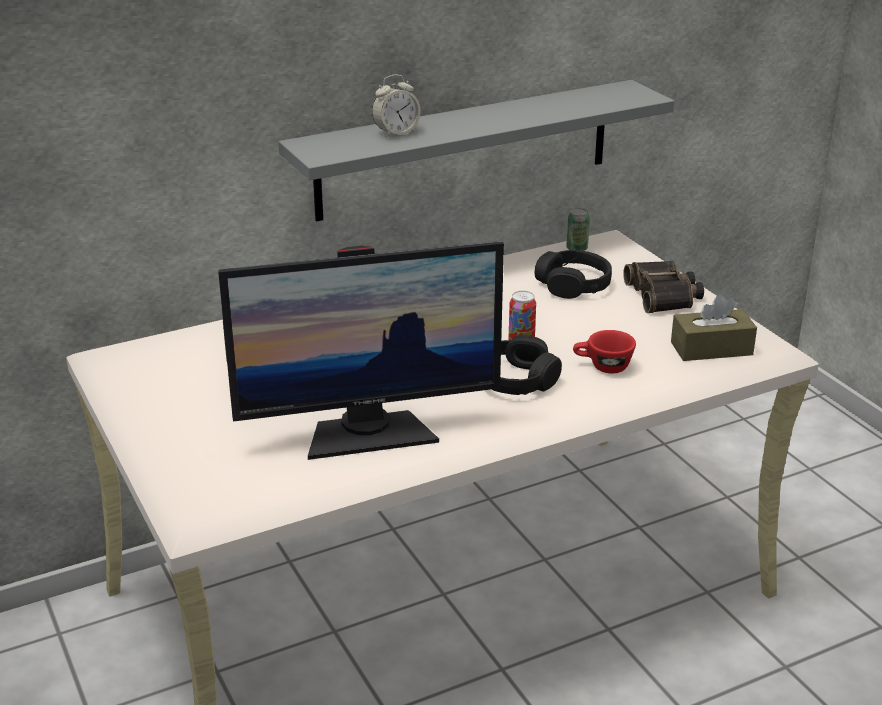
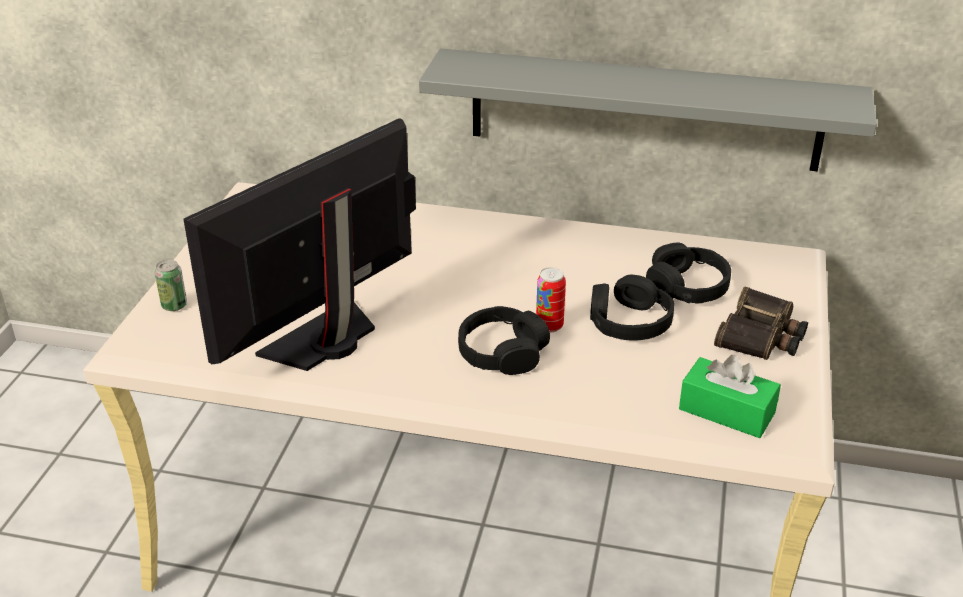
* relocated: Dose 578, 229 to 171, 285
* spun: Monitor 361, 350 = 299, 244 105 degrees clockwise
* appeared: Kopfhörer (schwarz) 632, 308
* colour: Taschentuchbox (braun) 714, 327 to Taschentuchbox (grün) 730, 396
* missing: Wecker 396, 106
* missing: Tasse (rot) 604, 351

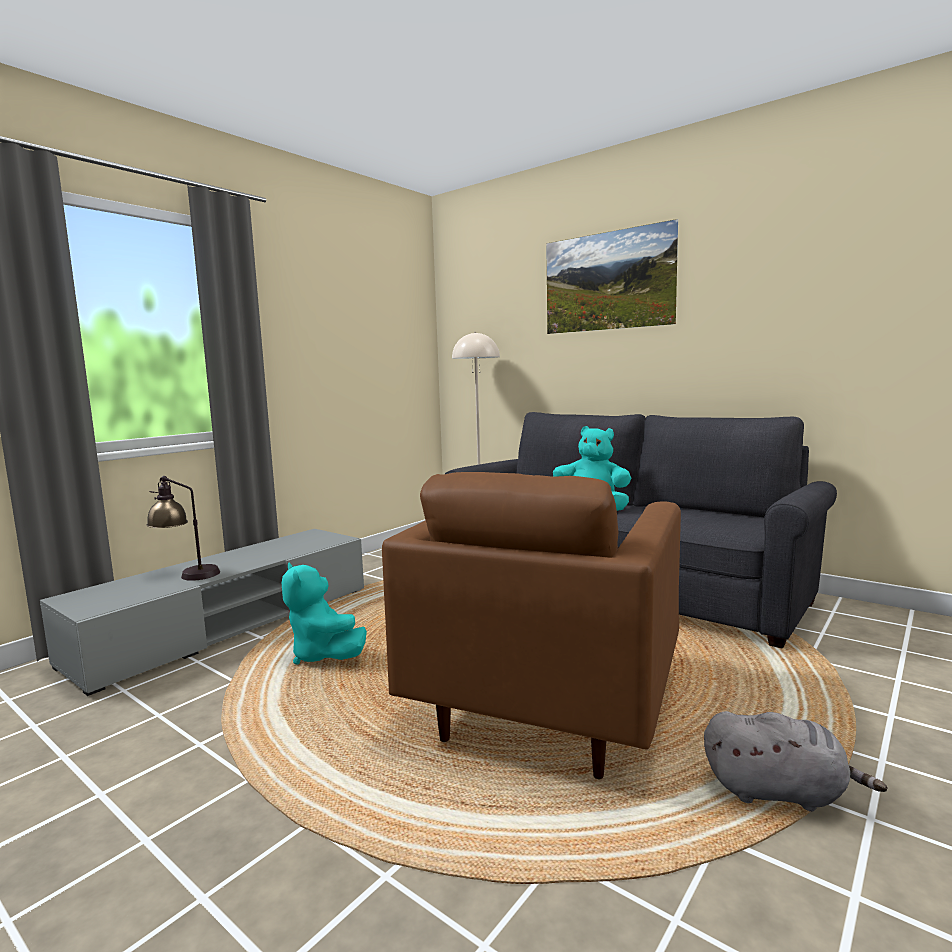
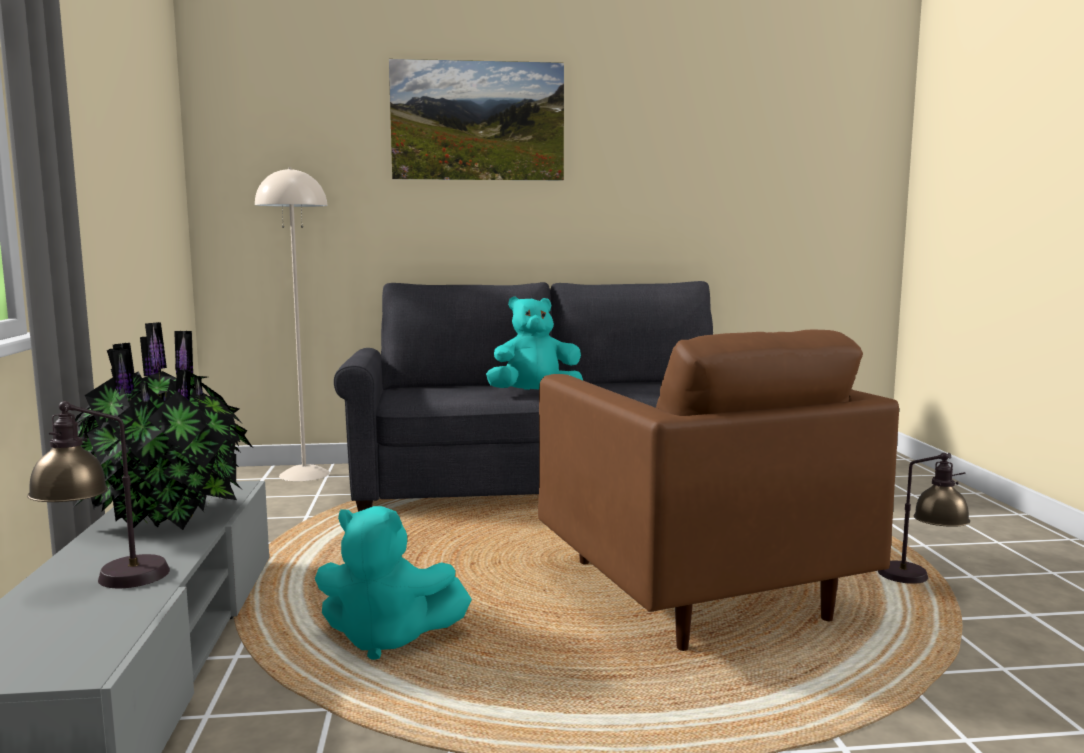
* appeared: Topfpflanze 163, 426
* exchanged: Plüschtier (grau) 796, 761 to Tischlampe 924, 518

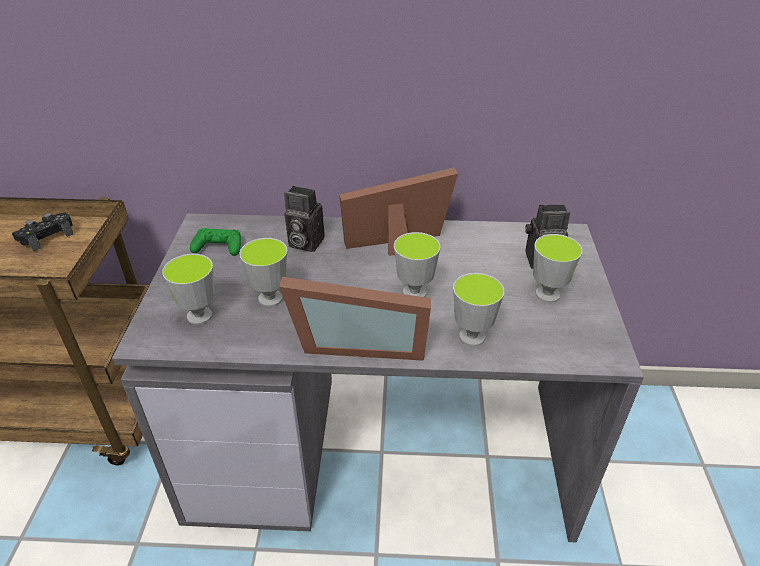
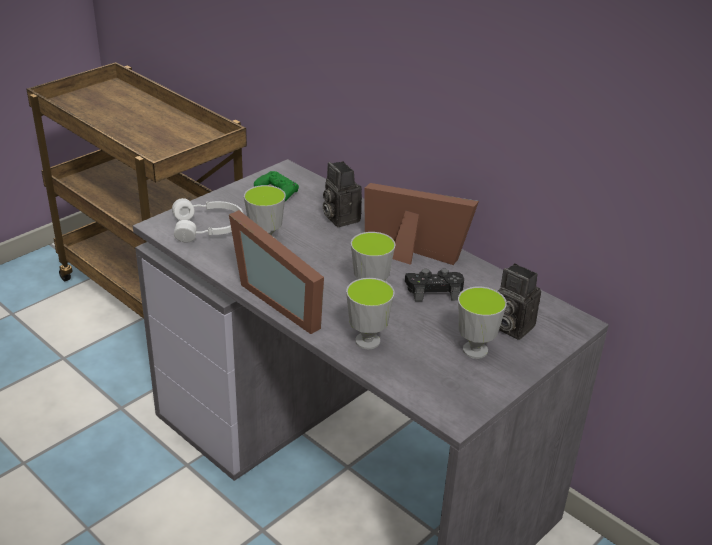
* exchanged: Tasse 188, 289 to Kopfhörer (weiß) 208, 220
* relocated: Gamepad (schwarz) 42, 231 to 434, 285

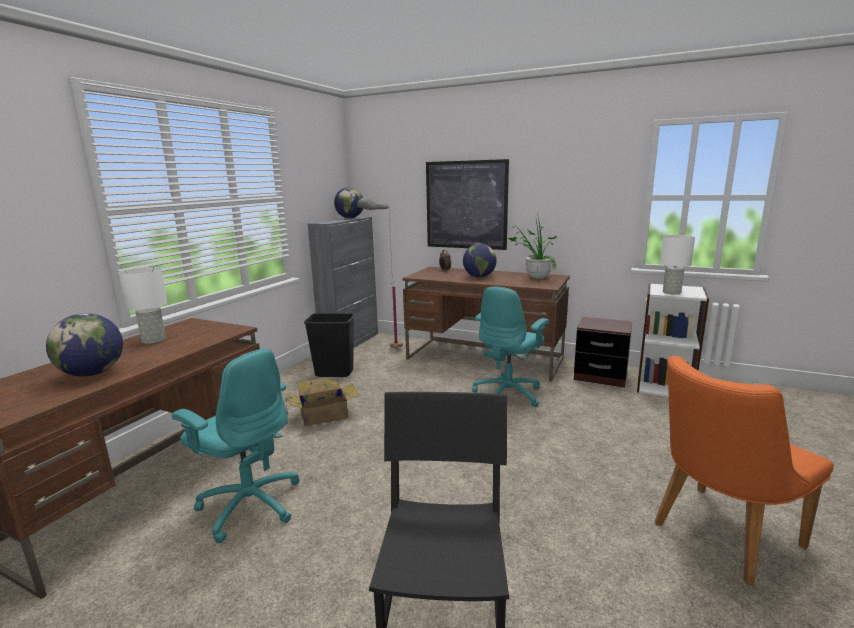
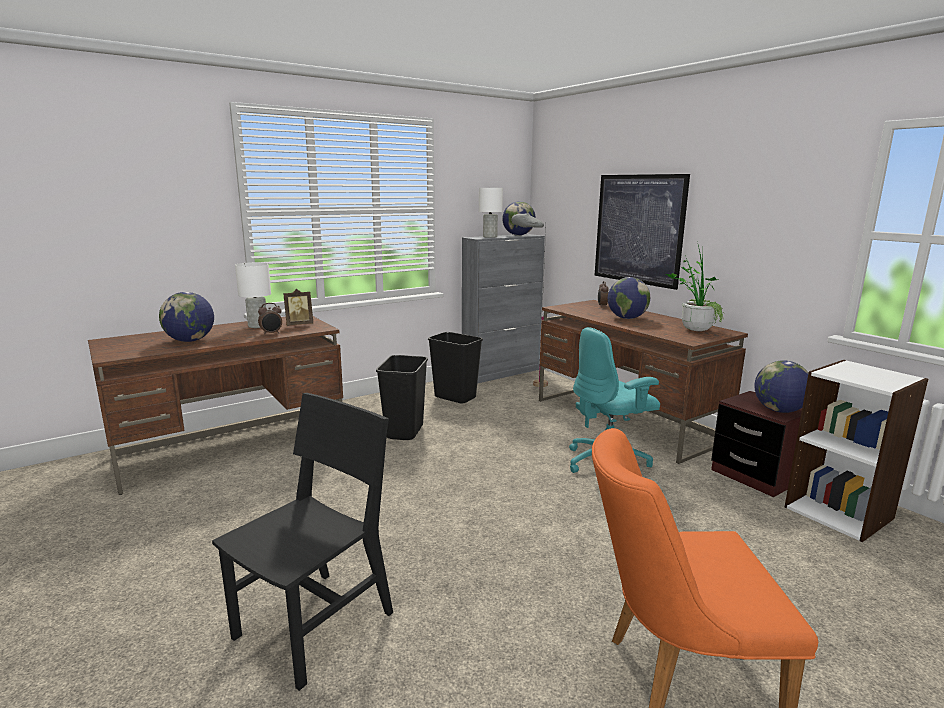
* appeared: Wecker 270, 319
* appeared: Bilderrahmen 298, 307
* exchanged: Karton 322, 402 to Mülleimer (schwarz) 402, 397
* relocated: Tischlampe (weiß) 677, 265 to 491, 213
* appeared: Globus 781, 386
* missing: Bürostuhl (türkis) 235, 446

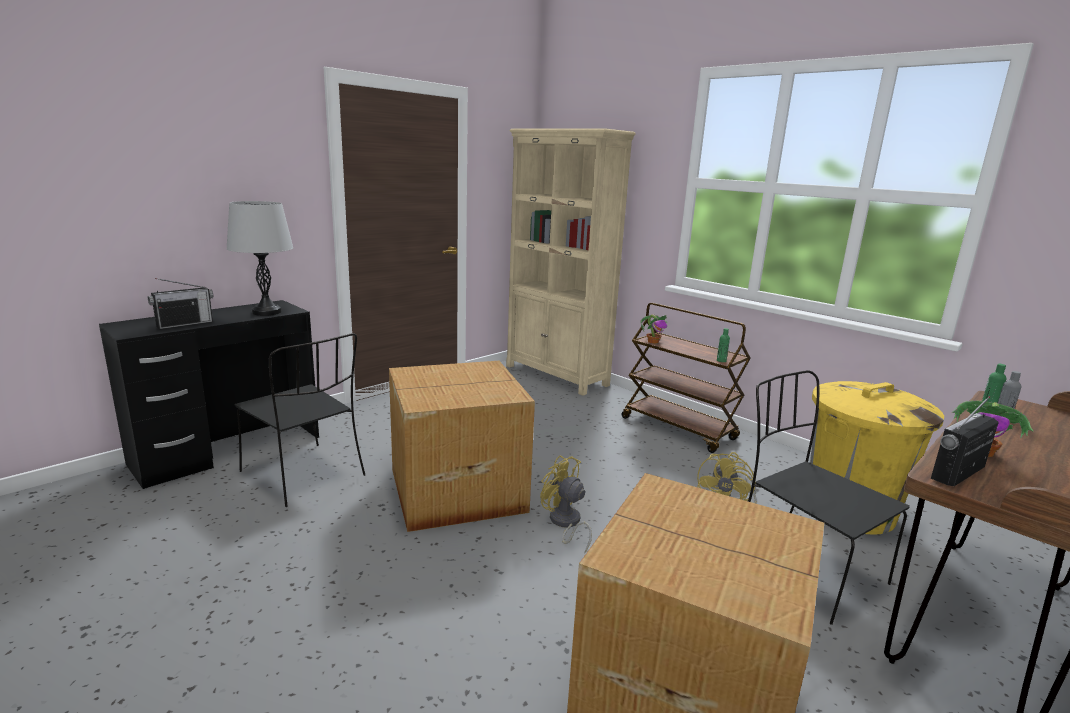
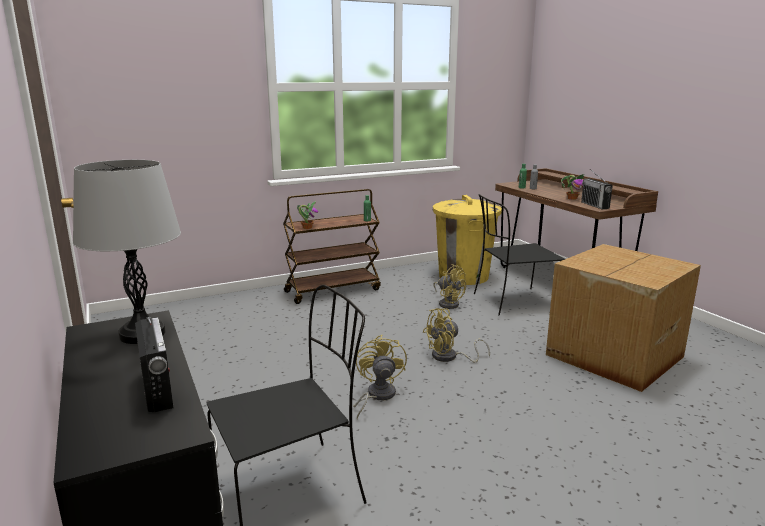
* exchanged: Karton 462, 446 to Ventilator (gelb) 380, 377
* missing: Bücherregal (beige) 571, 262

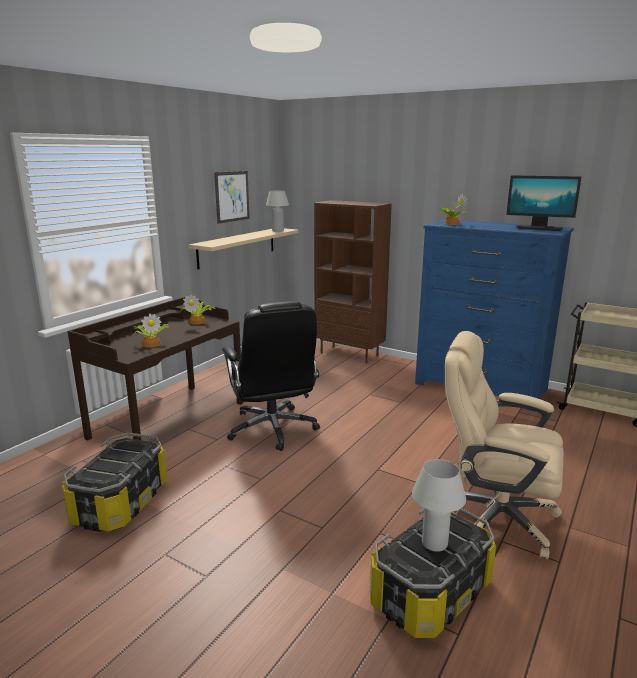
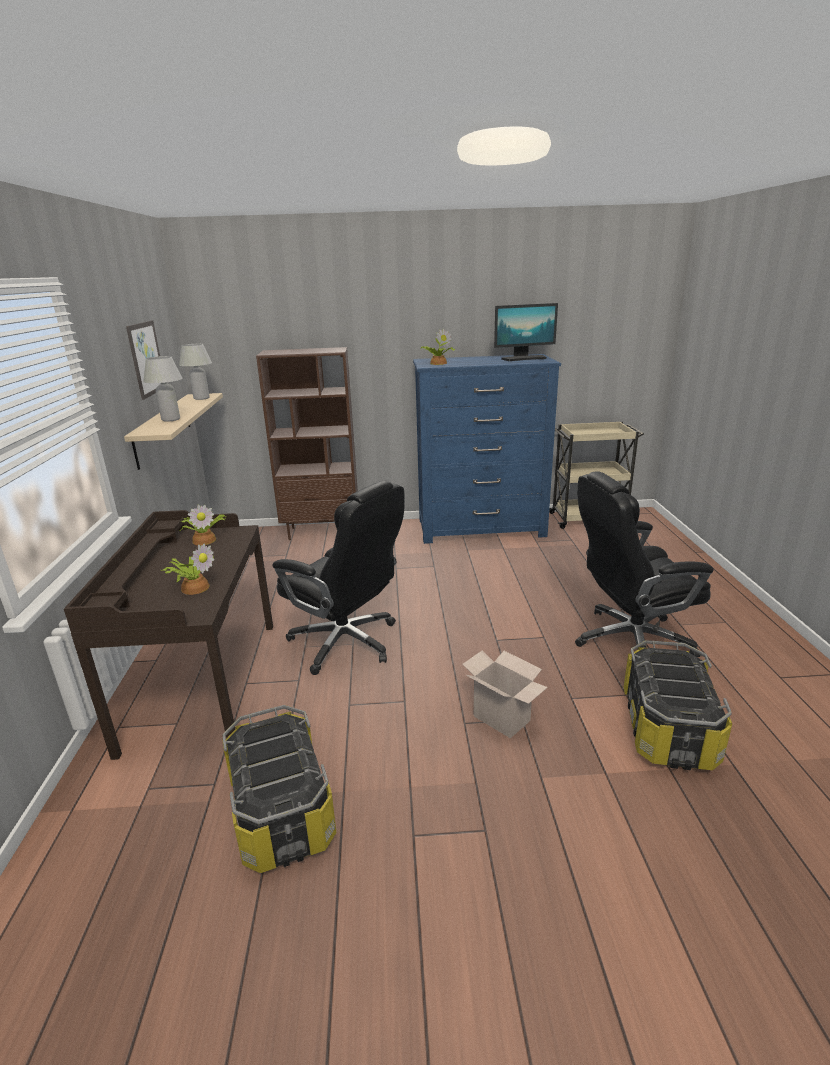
* relocated: Tischlampe (weiß) 439, 505 to 162, 389
* appeared: Karton 505, 694
* colour: Bürostuhl (beige) 504, 445 to Bürostuhl (schwarz) 644, 564

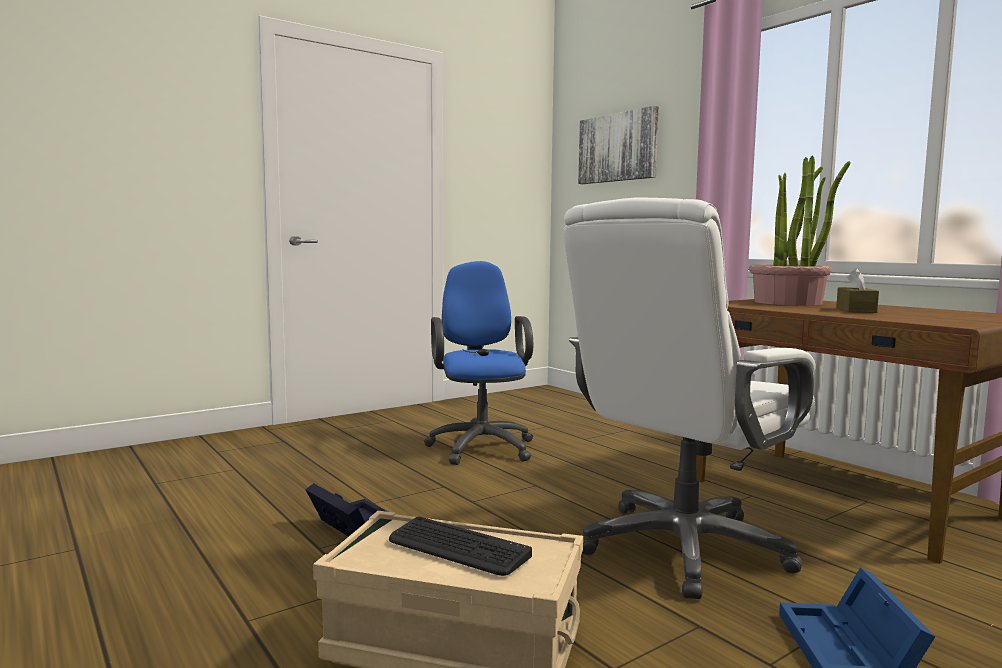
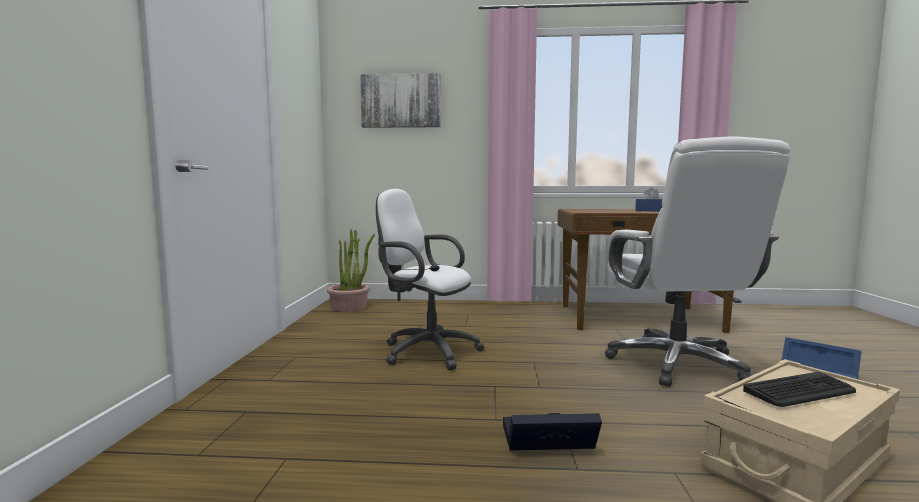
* relocated: Topfpflanze 800, 231 to 351, 271
* colour: Bürostuhl (blau) 478, 363 to Bürostuhl (weiß) 430, 279
* colour: Taschentuchbox (braun) 857, 290 to Taschentuchbox (blau) 648, 199

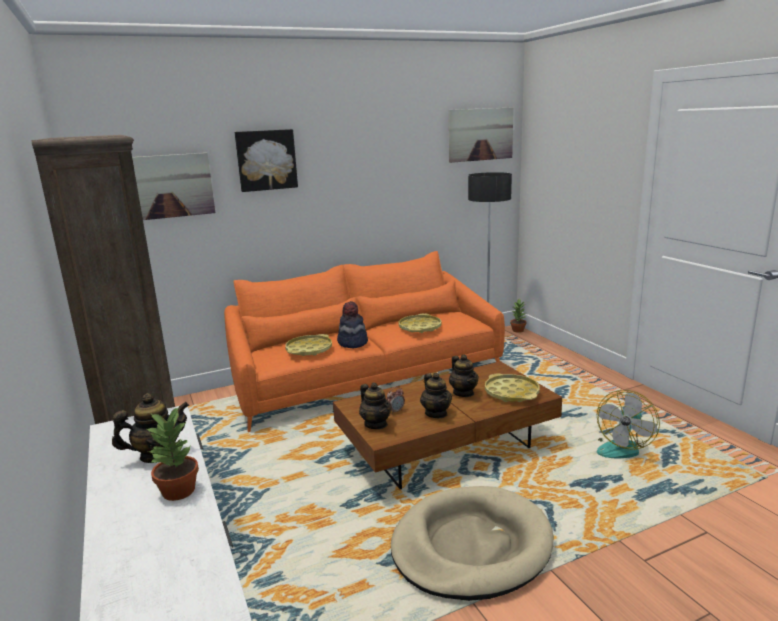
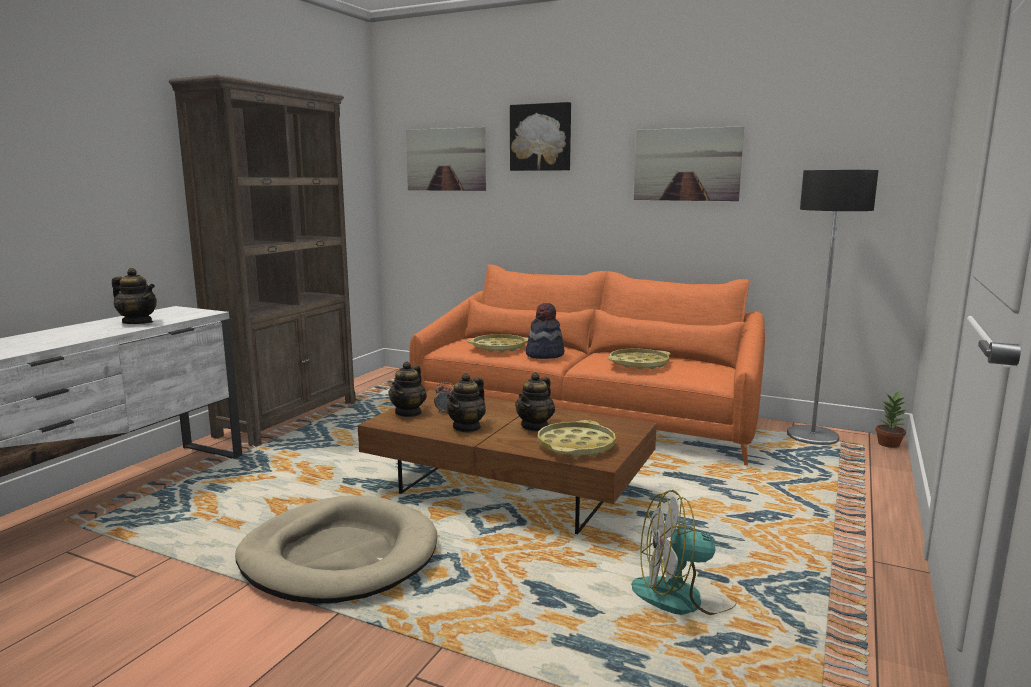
* relocated: Bild 481, 135 to 689, 163
* missing: Topfpflanze 172, 454

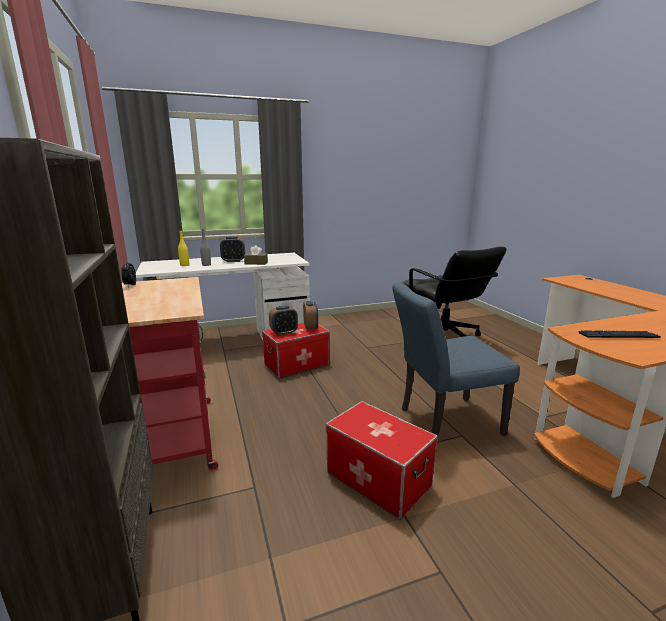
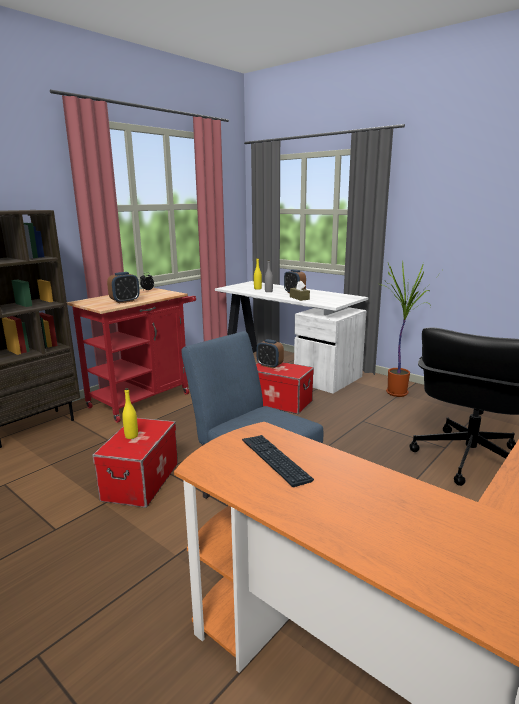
* relocated: Wecker 310, 315 to 123, 287
* appeared: Flasche (gelb) 130, 413
* appeared: Topfpflanze 410, 329

